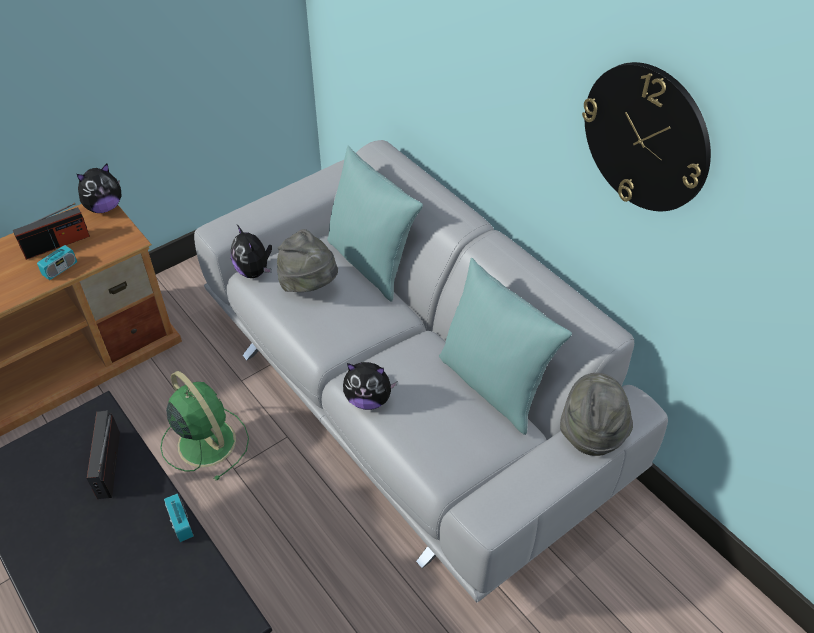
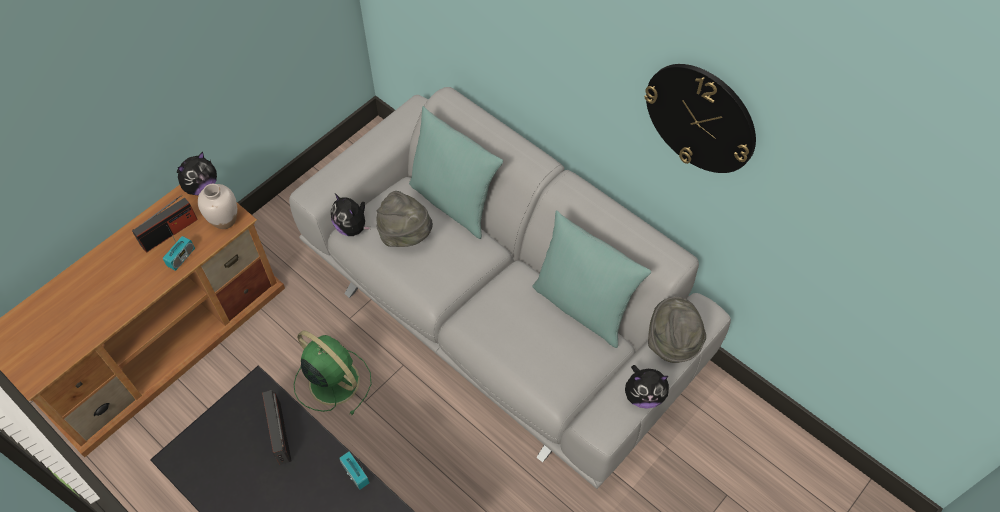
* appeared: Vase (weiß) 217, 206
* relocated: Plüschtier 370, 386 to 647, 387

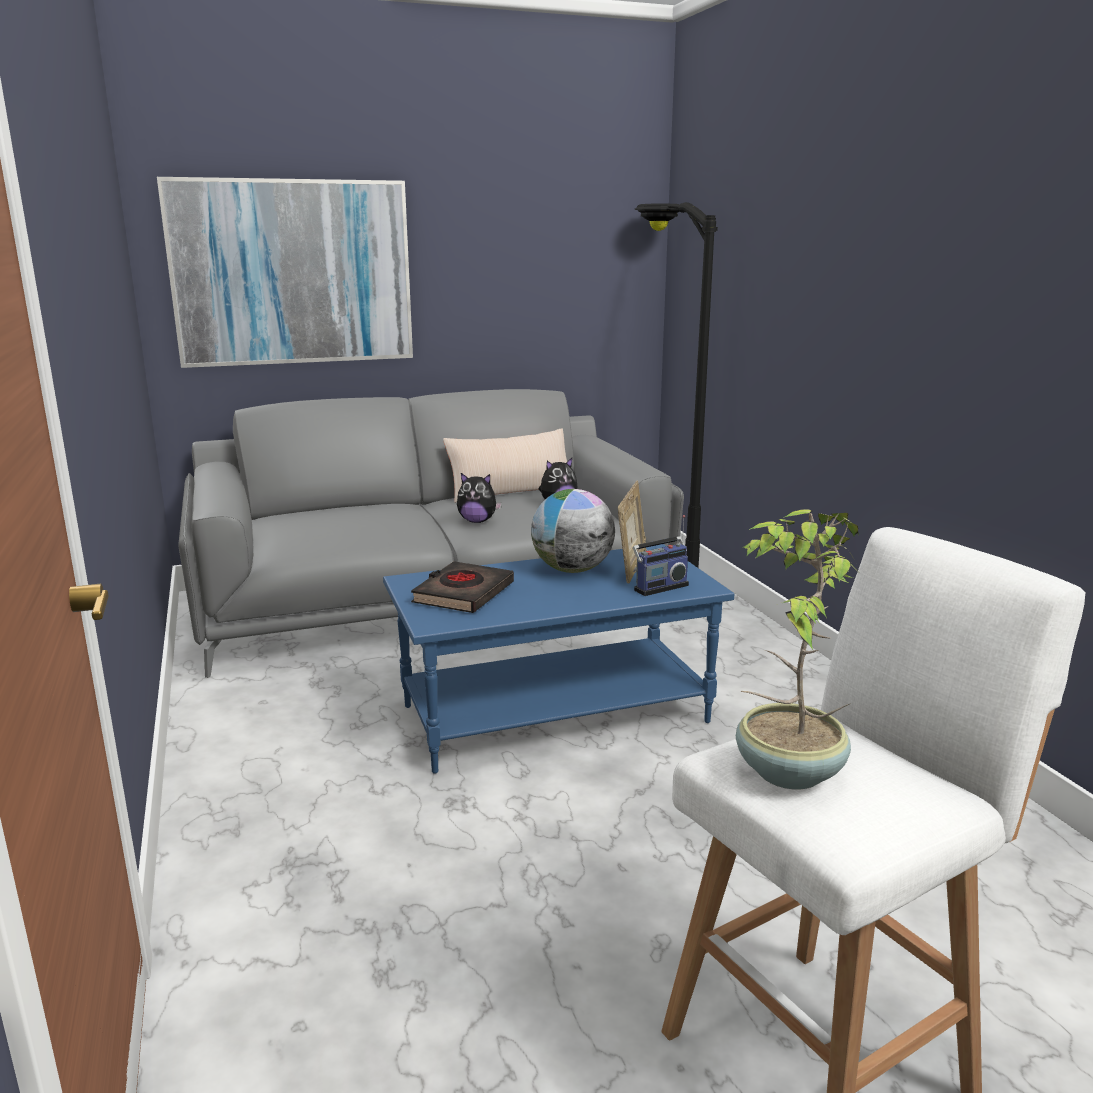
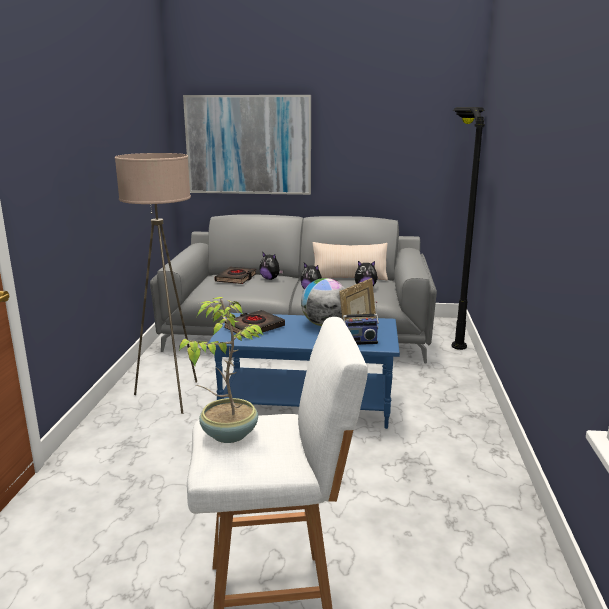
* appeared: Stehlampe (beige) 156, 283
* appeared: Buch (schwarz) 235, 275
* appeared: Plüschtier 271, 266

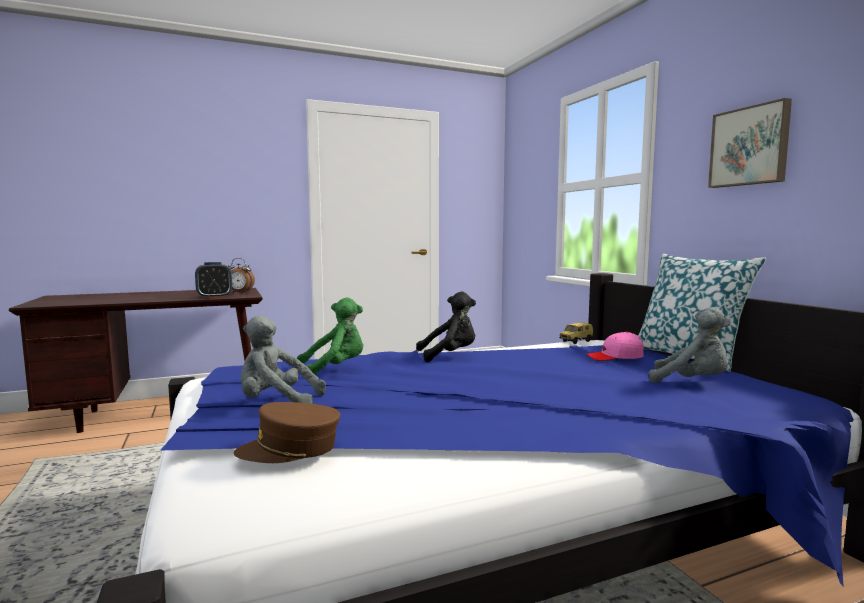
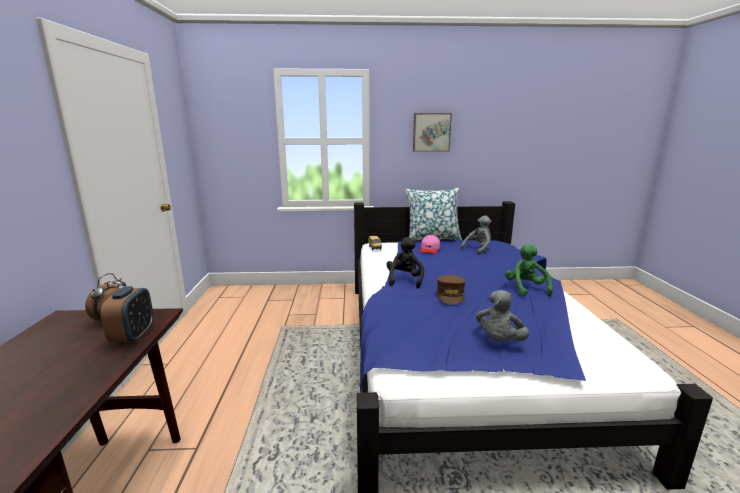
* relocated: Kappe (braun) 287, 432 to 451, 290
* relocated: Plüschtier (grün) 330, 336 to 529, 270

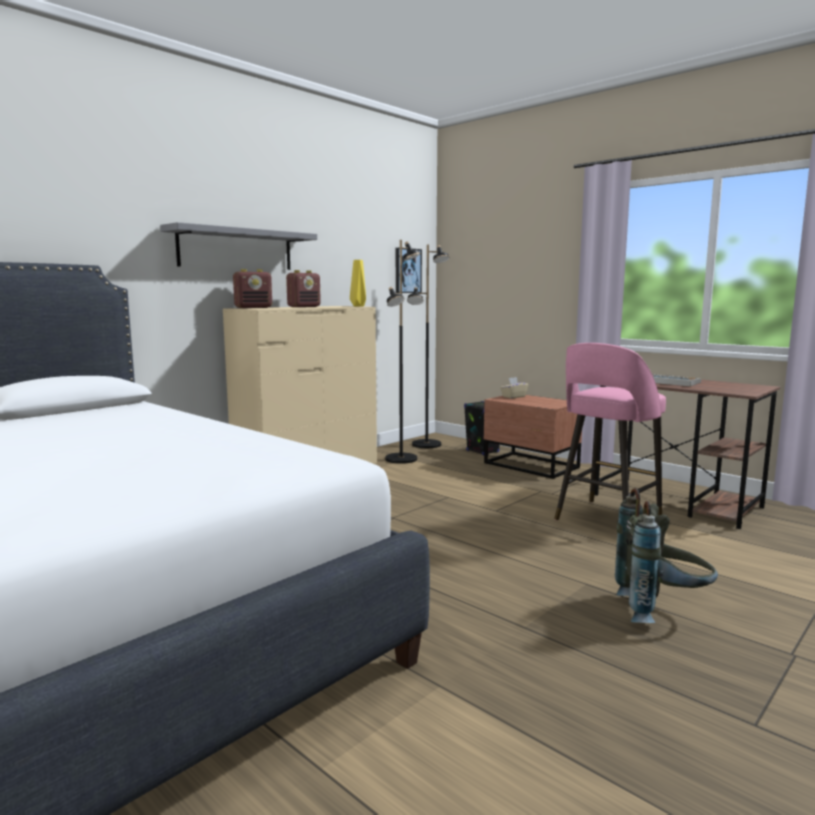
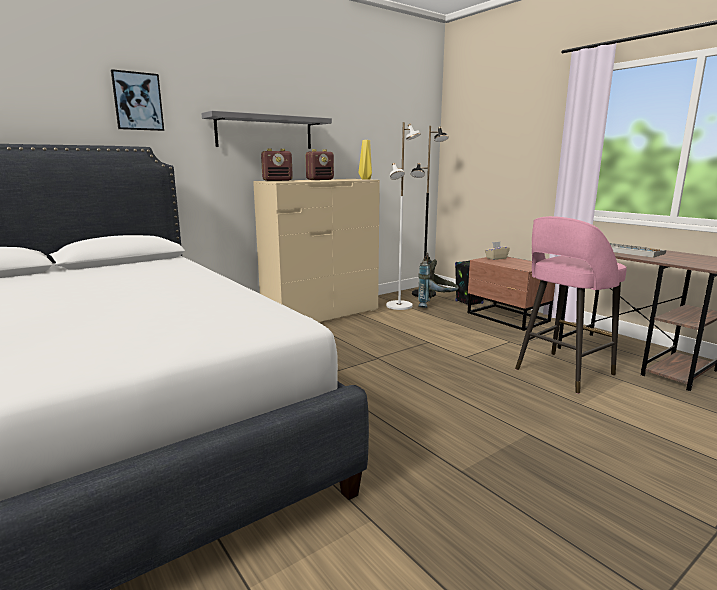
* relocated: Bild 409, 270 to 137, 100
* colour: Stehlampe (schwarz) 403, 352 to Stehlampe (weiß) 403, 216
* relocated: Rucksack (grau) 666, 555 to 438, 280

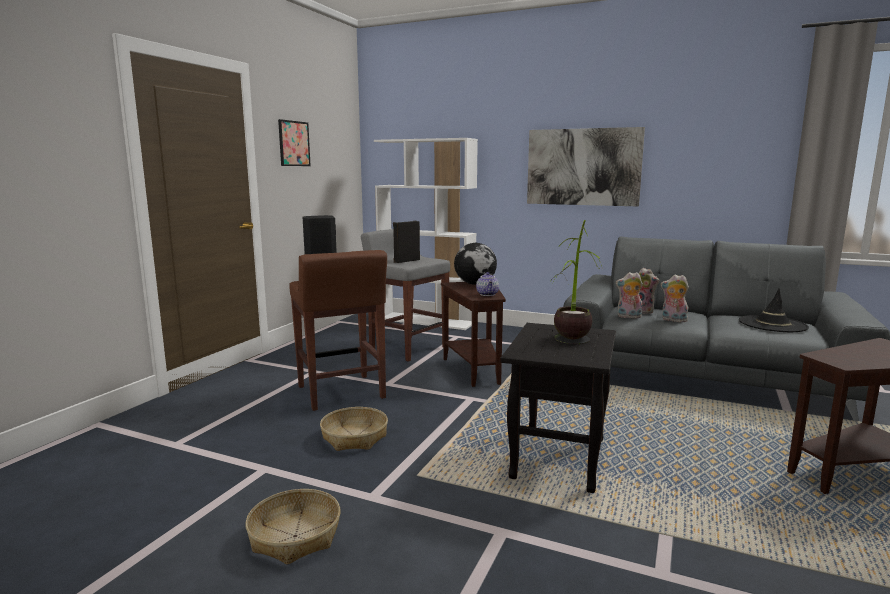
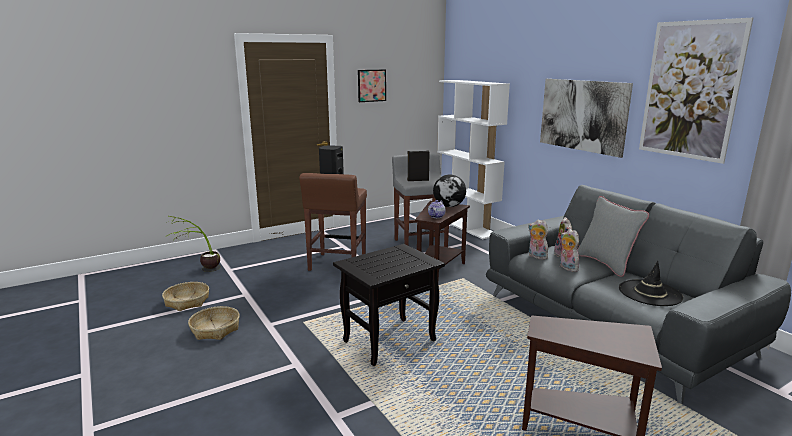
* relocated: Korb 354, 429 to 185, 296
* relocated: Topfpflanze 576, 282 to 194, 244
* appeared: Kissen (grau) 613, 236
* appeared: Bild 696, 91

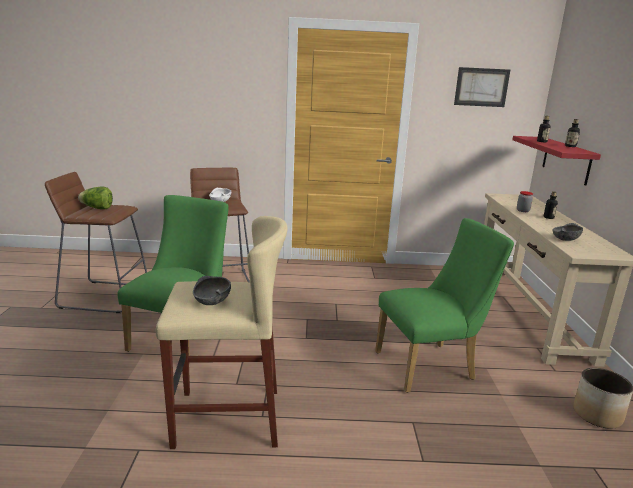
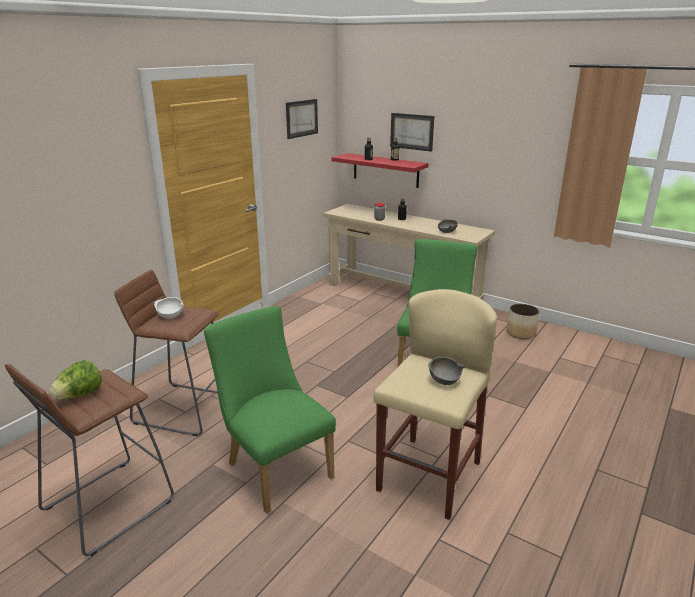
* appeared: Bild 412, 132

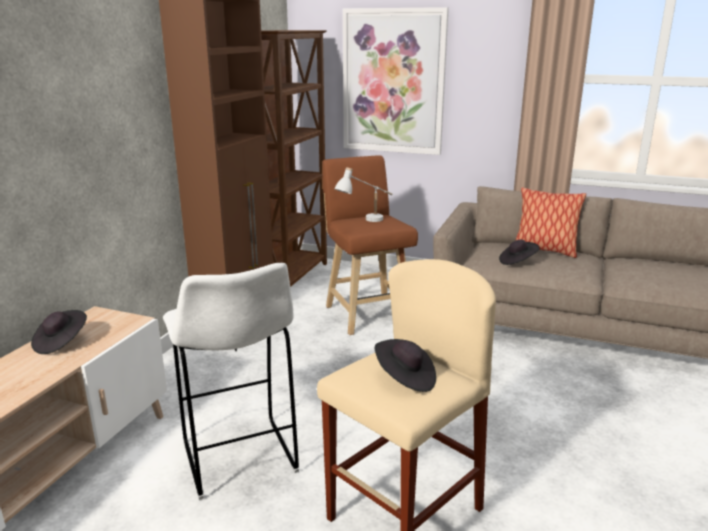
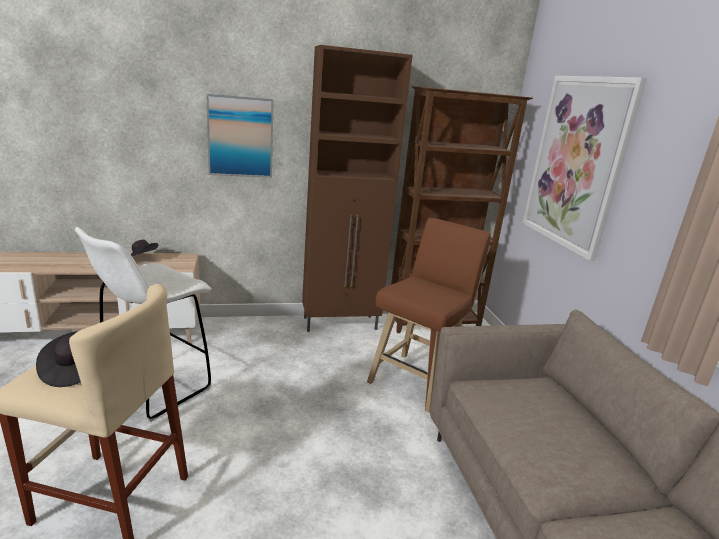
* appeared: Bild 240, 136
* missing: Tischlampe (weiß) 363, 194
* missing: Hut (schwarz) 519, 252
* missing: Kissen 550, 222

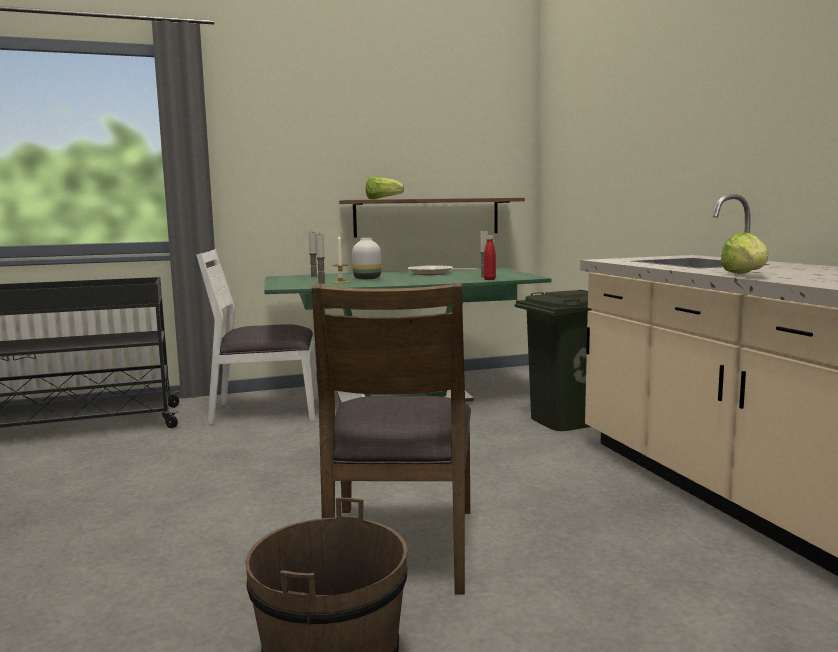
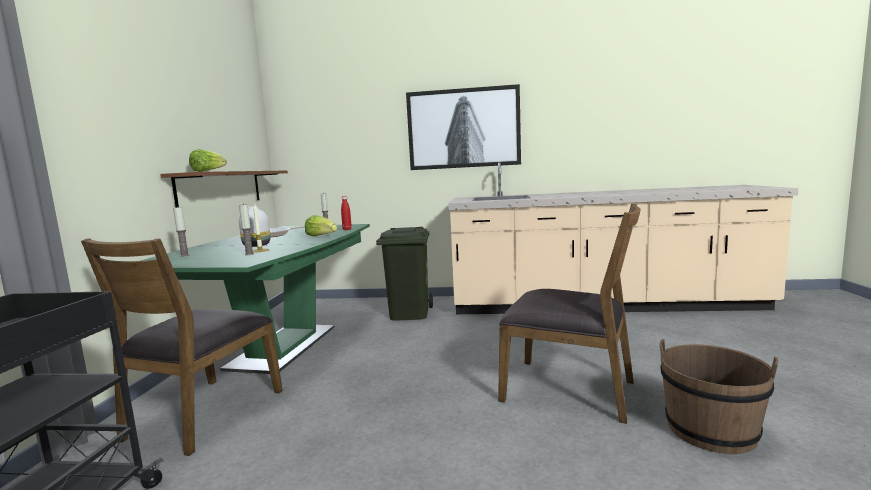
* colour: Stuhl (weiß) 257, 337 to Stuhl (braun) 182, 347
* relocated: Salatkopf 744, 253 to 321, 225
* appeared: Bild 463, 127

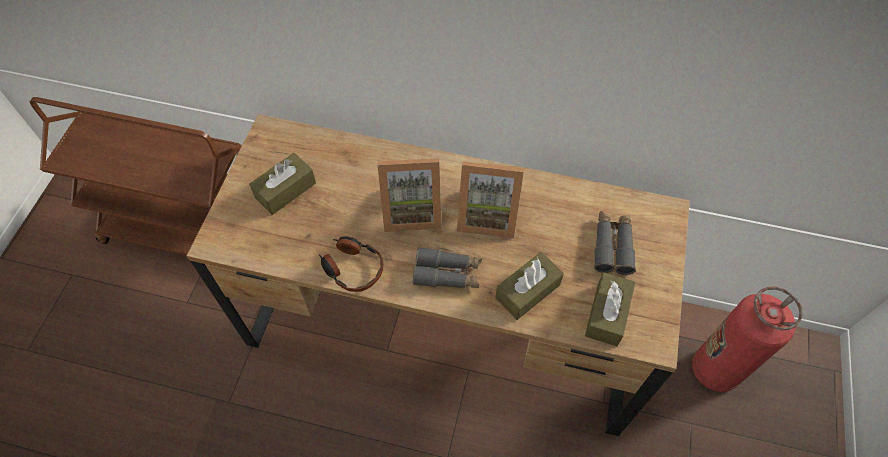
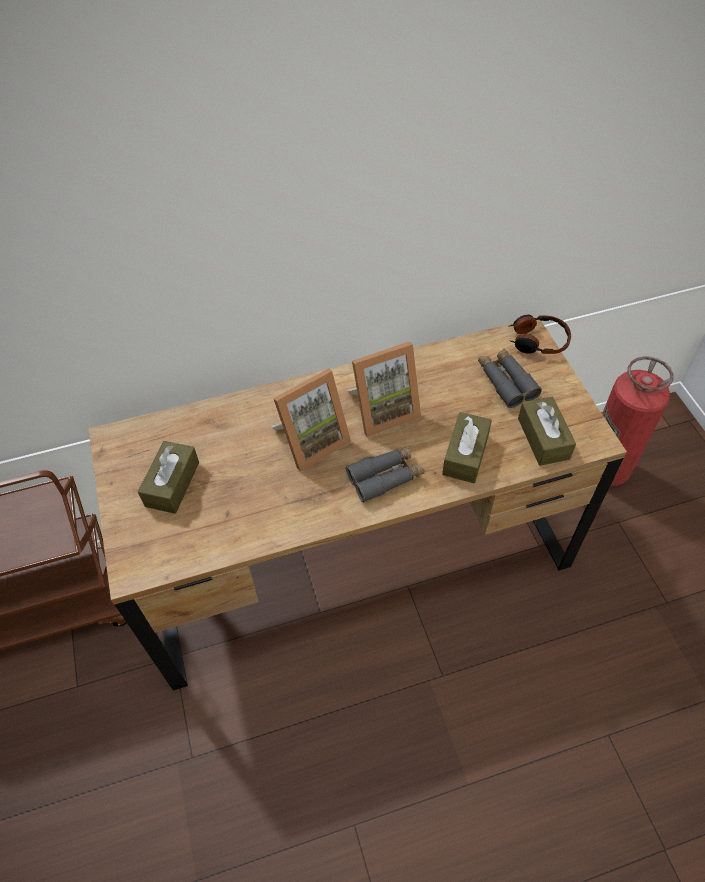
* relocated: Kopfhörer 351, 264 to 539, 334

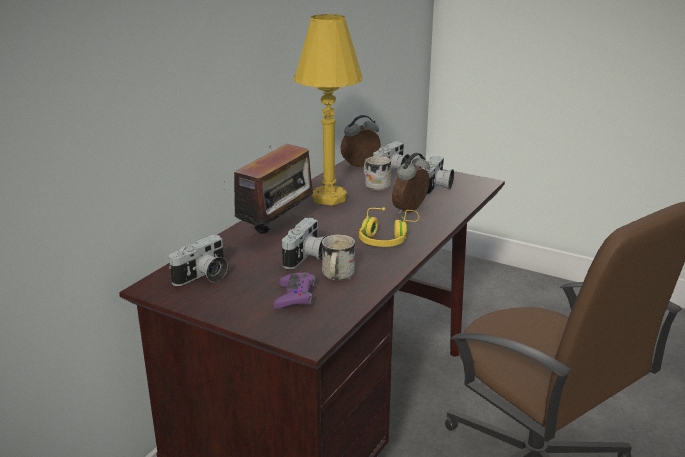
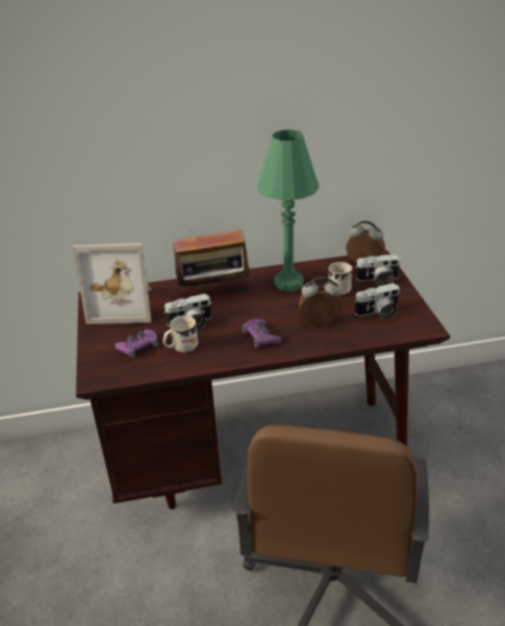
* exchanged: Kamera 198, 260 to Bilderrahmen 112, 283
* exchanged: Kopfhörer (gelb) 389, 227 to Gamepad (lila) 262, 333
* colour: Tischlampe (gelb) 328, 110 to Tischlampe (grün) 288, 211

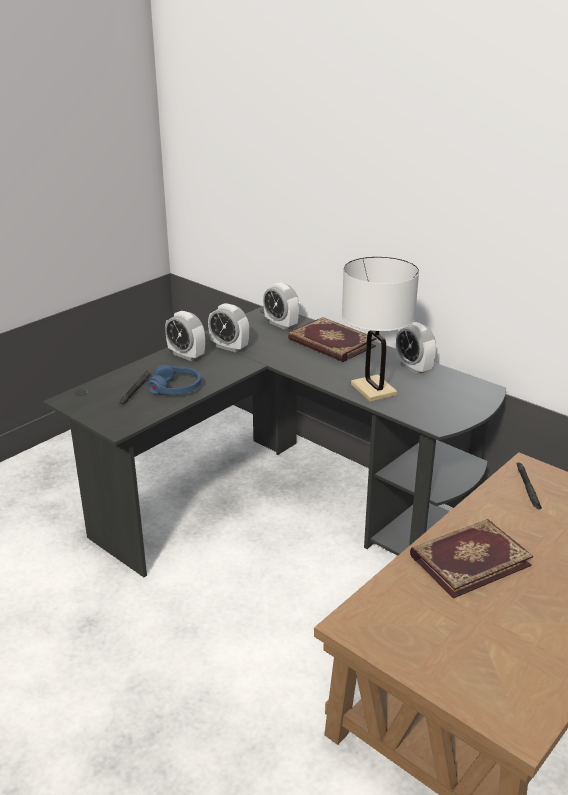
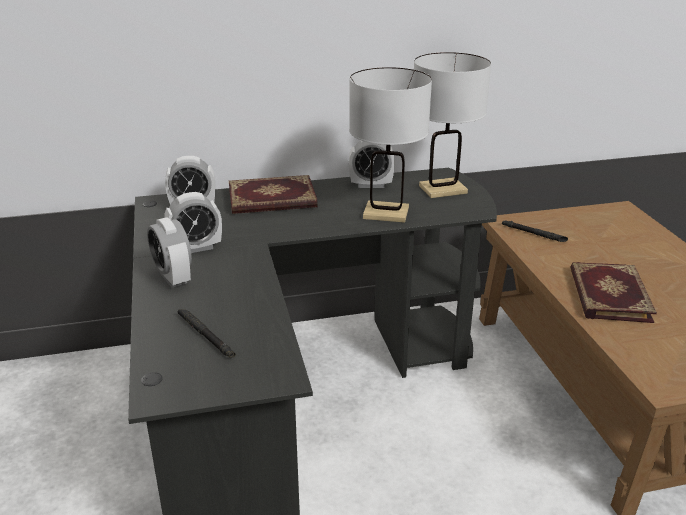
* spun: Wecker 185, 336 = 169, 252 75 degrees clockwise
* appeared: Tischlampe (weiß) 452, 125
* missing: Kopfhörer (blau) 174, 380

